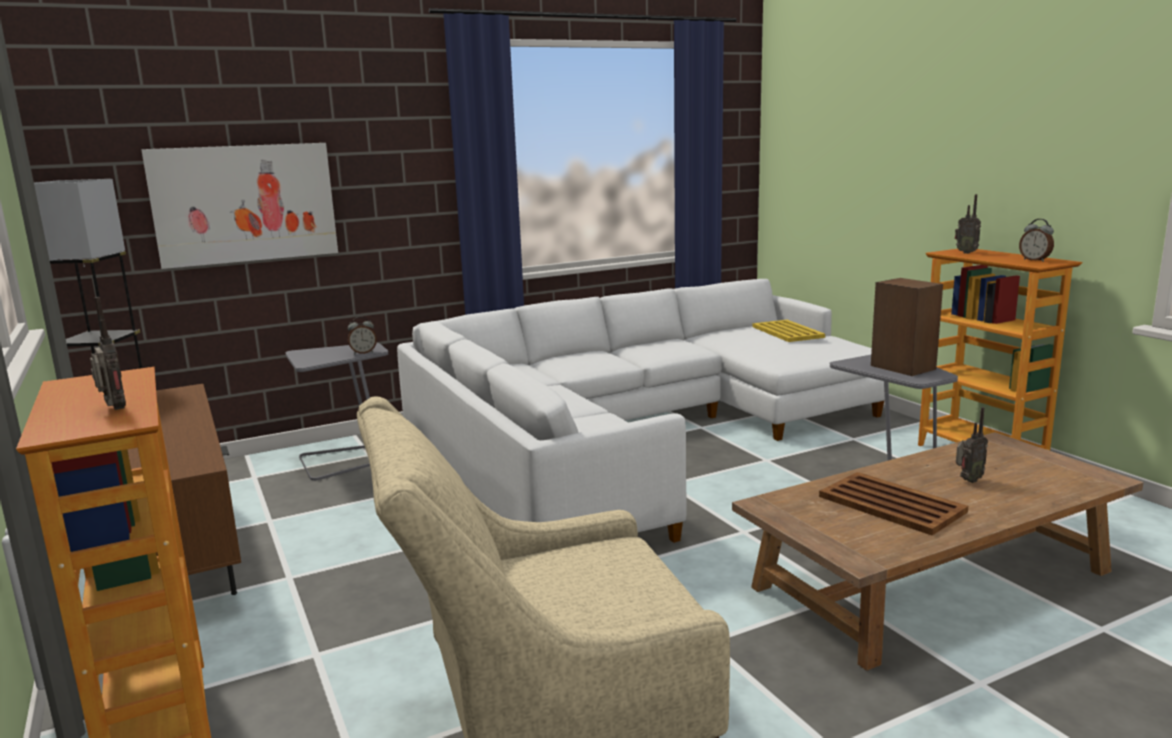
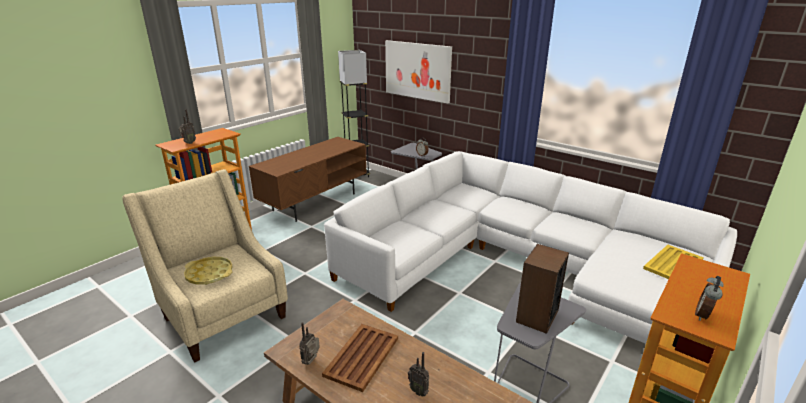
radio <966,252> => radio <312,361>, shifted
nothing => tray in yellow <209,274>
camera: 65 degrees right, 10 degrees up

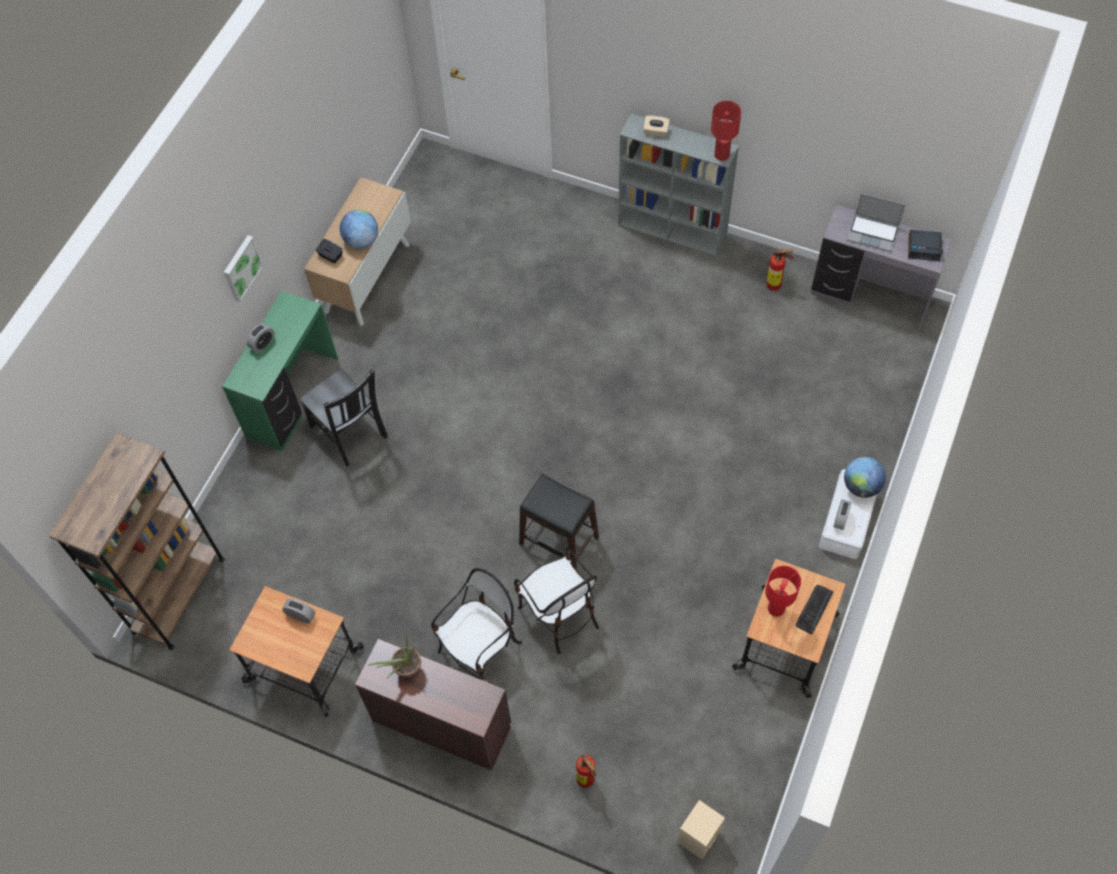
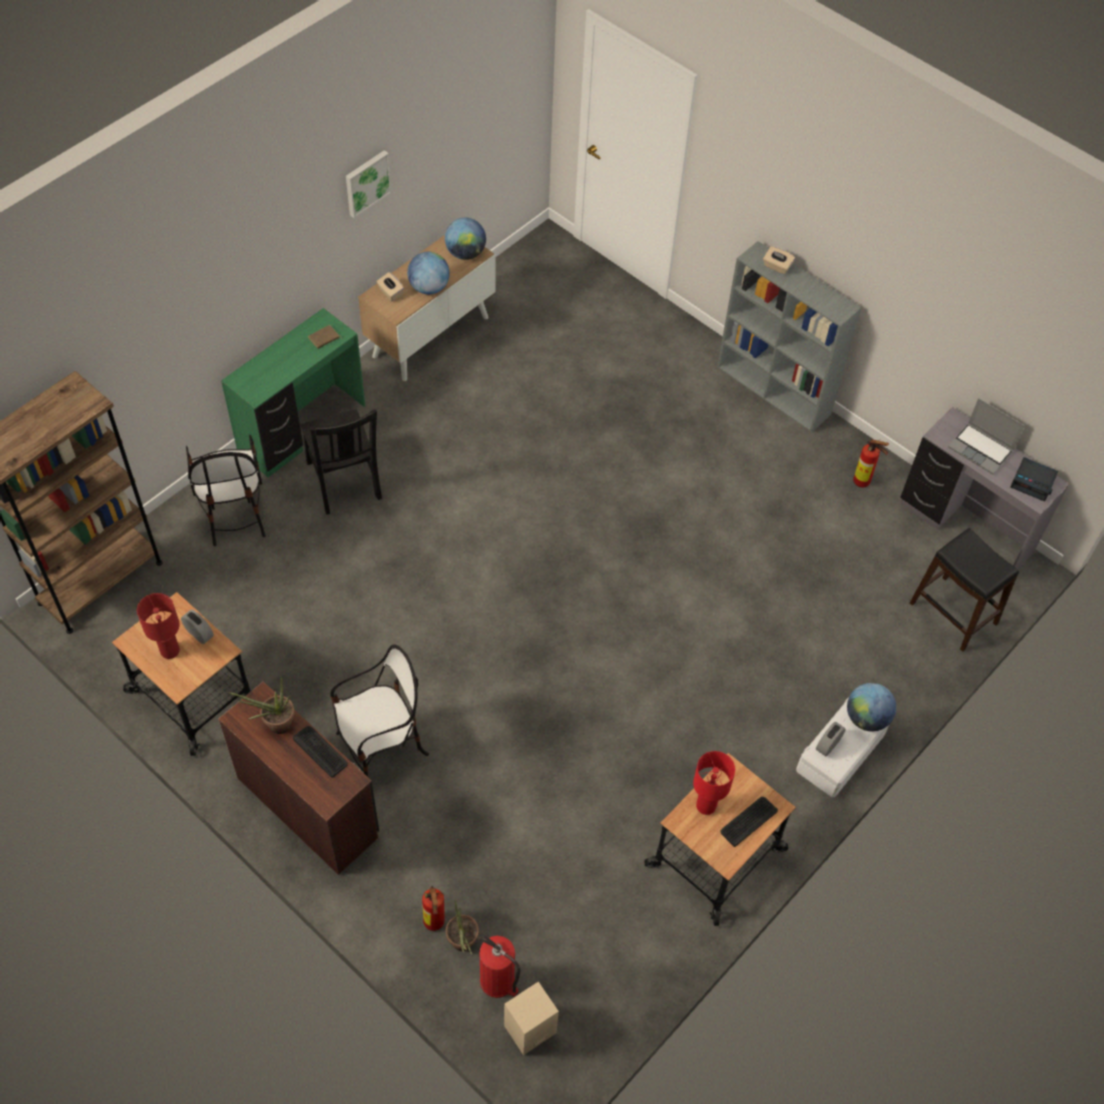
picture <241,268> => picture <366,182>, shifted
alarm clock <263,344> => nothing
tissue box in black <330,256> => tissue box in beige <390,293>
chair <559,615> => chair <234,513>, shifted
stool in black <559,541> => stool in black <953,614>, shifted
table lamp in red <721,155> => table lamp in red <170,650>, shifted
nothing => keyboard <320,751>
nothing => book in brown <324,338>
nothing => globe <465,253>
nothing => potted plant <463,945>
nothing => fire extinguisher <498,981>
camera: 15 degrees right, 5 degrees down

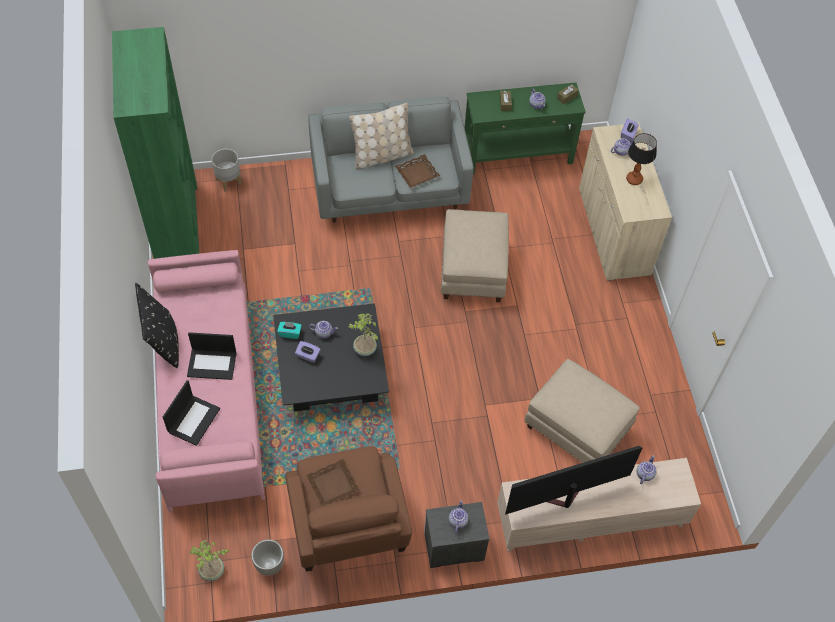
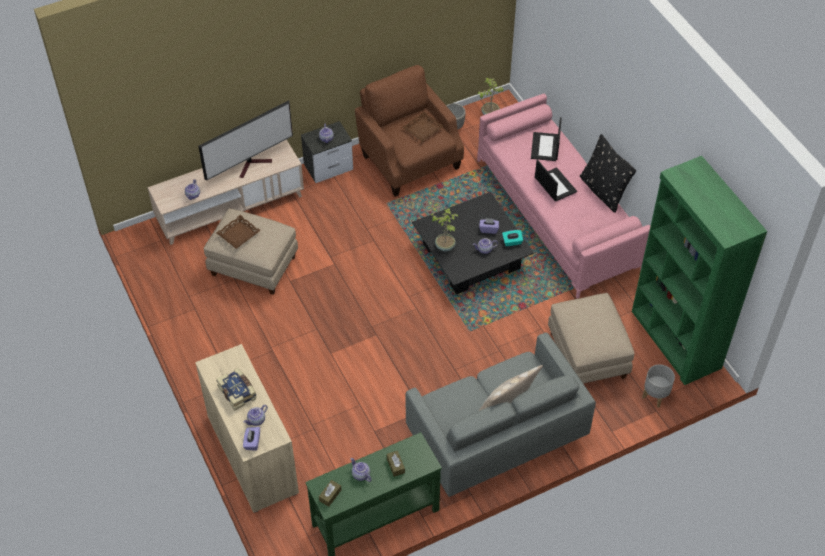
laptop <212,363> => laptop <554,185>, 75 degrees clockwise
tray in brown <417,174> => tray in brown <238,234>, shifted
ottoman in beige <472,270> => ottoman in beige <588,355>, shifted
table lamp <634,179> => book <238,392>
camera: 165 degrees right, 5 degrees down

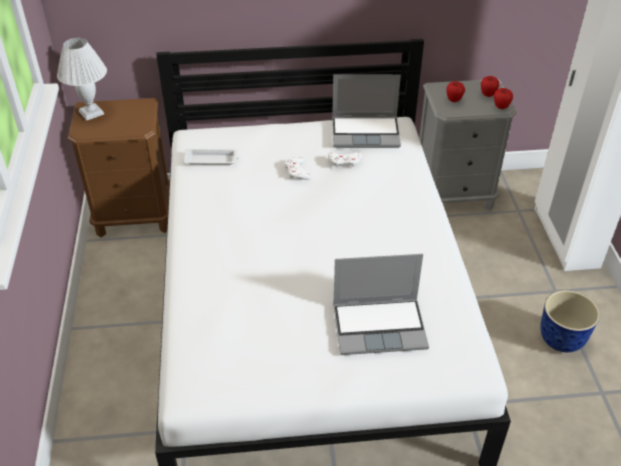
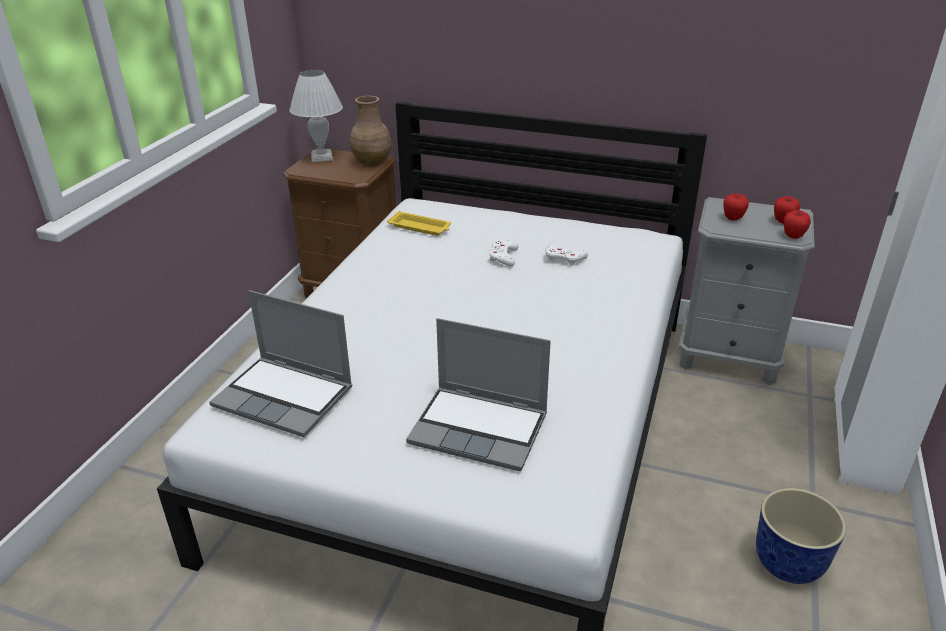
tray in white <212,160> => tray in yellow <420,227>
laptop <366,132> => laptop <286,397>, shifted
nothing => vase in brown <372,162>
camera: 25 degrees right, 10 degrees down

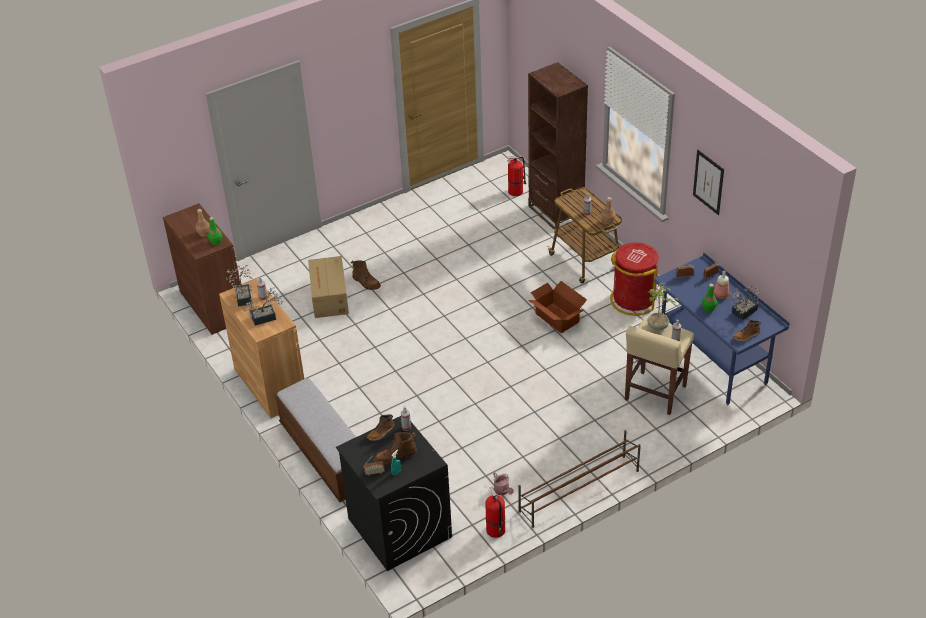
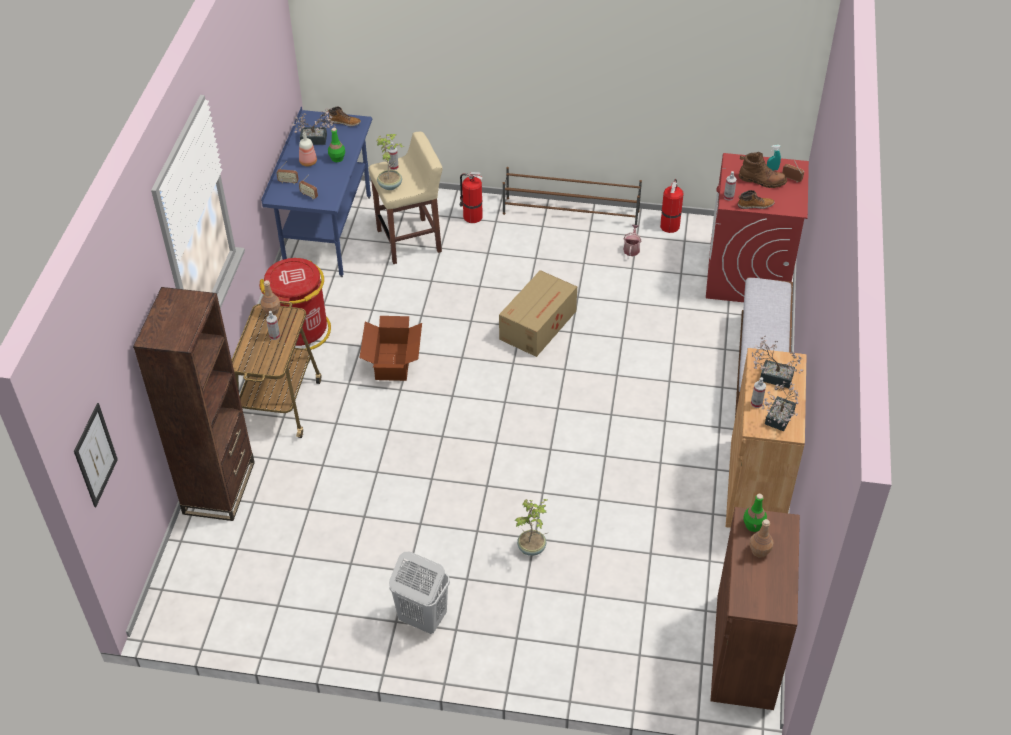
cardboard box <329,297> => cardboard box <539,324>, shifted
washing machine in black <399,527> => washing machine in red <747,274>
boot in brown <366,282> => potted plant <532,548>
fire extinguisher <516,191> => fire extinguisher <471,216>, shifted
picture <708,182> => picture <95,455>, shifted
nothing => laundry basket in white <422,618>
camera: 140 degrees left, 5 degrees up

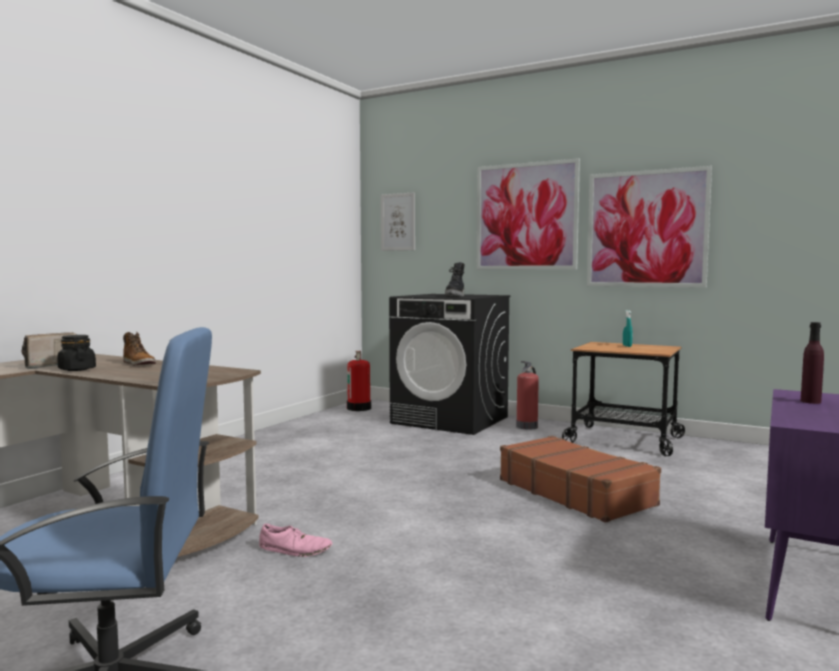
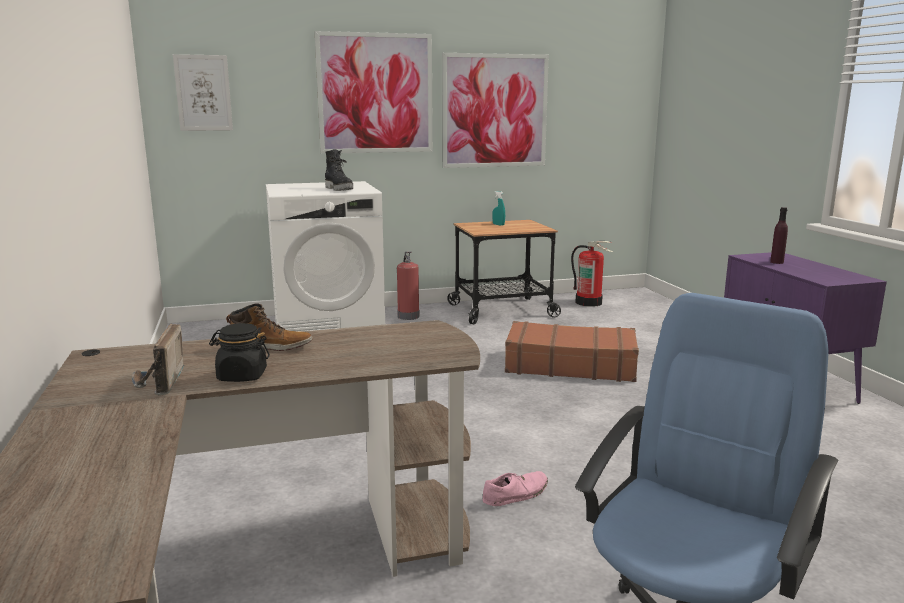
fire extinguisher <359,408> => fire extinguisher <589,302>, shifted
washing machine in black <451,420> => washing machine in white <328,327>
camera: 45 degrees left, 10 degrees up

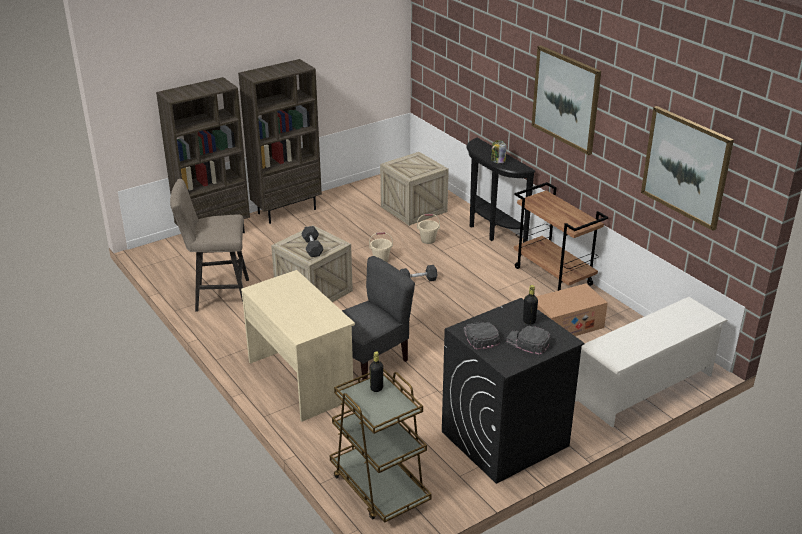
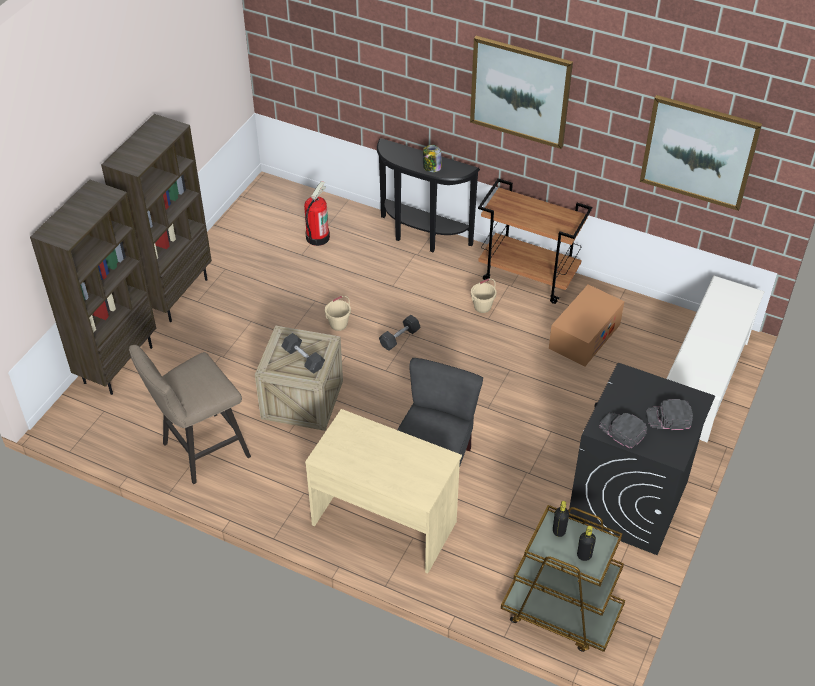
crate <413,209> => fire extinguisher <317,237>
bucket in beige <428,240> => bucket in beige <482,306>, shifted
bottle in black <529,321> => bottle in black <584,555>, shifted
camera: 30 degrees left, 15 degrees up

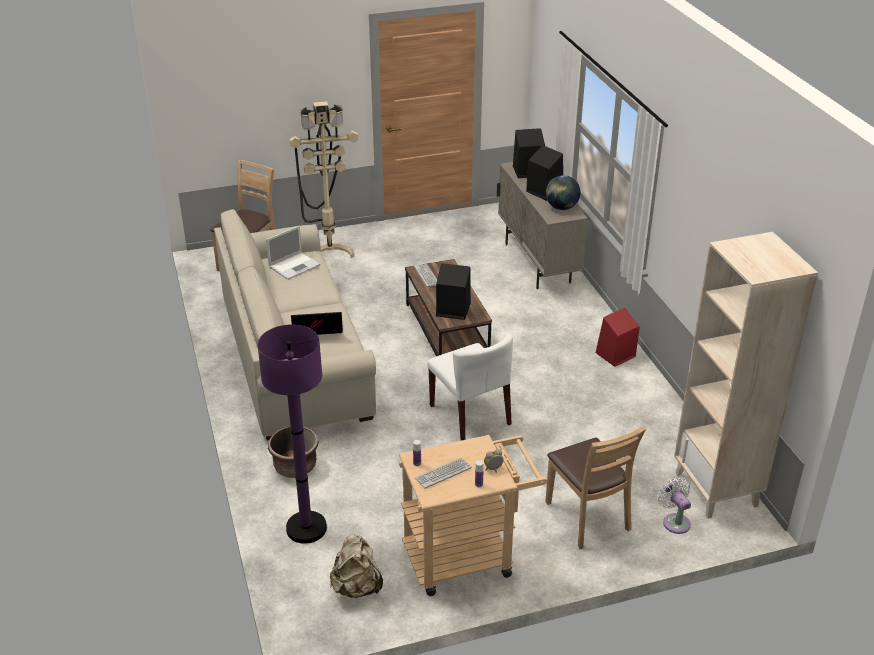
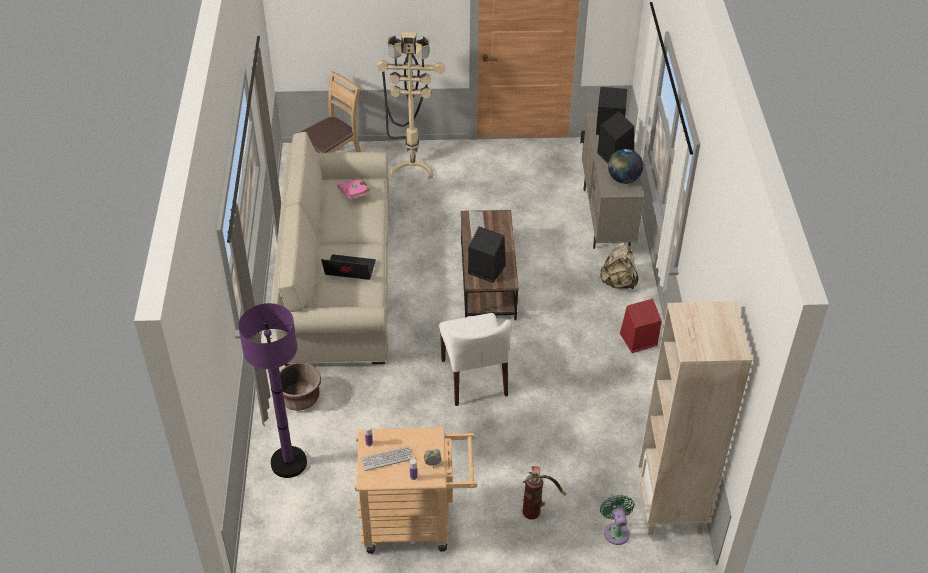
laptop <295,265> => book in pink <355,194>
backpack in beige <356,587> => backpack in beige <618,282>, shifted
chair in brown <587,517> => fire extinguisher <537,508>
fan in white <674,521> => fan in green <616,531>
camera: 15 degrees right, 10 degrees up

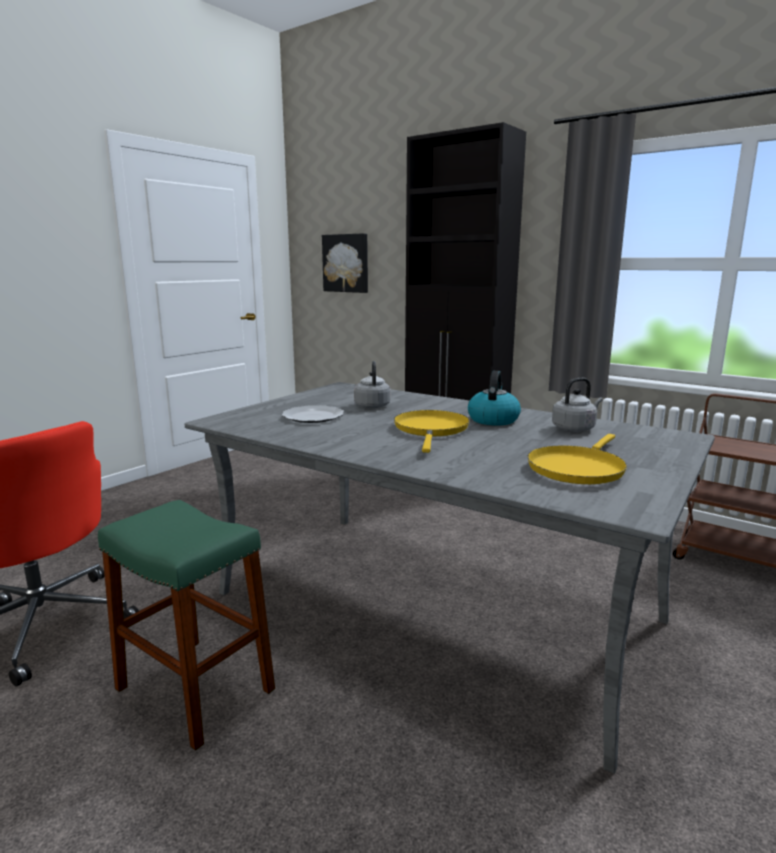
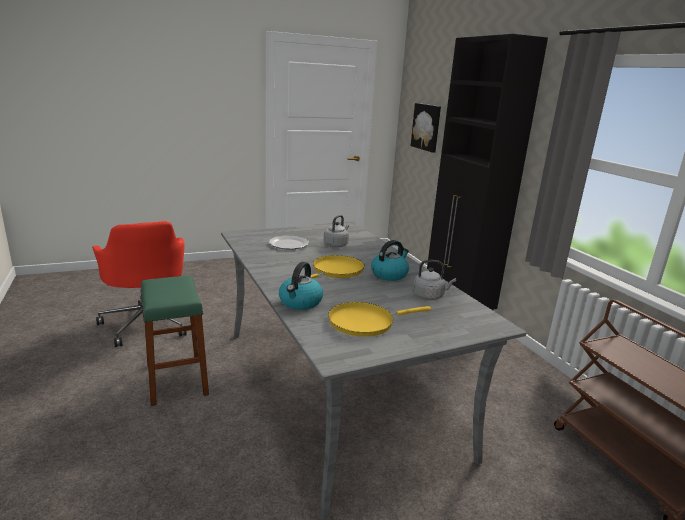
nothing => kettle <300,302>
camera: 30 degrees right, 5 degrees up

